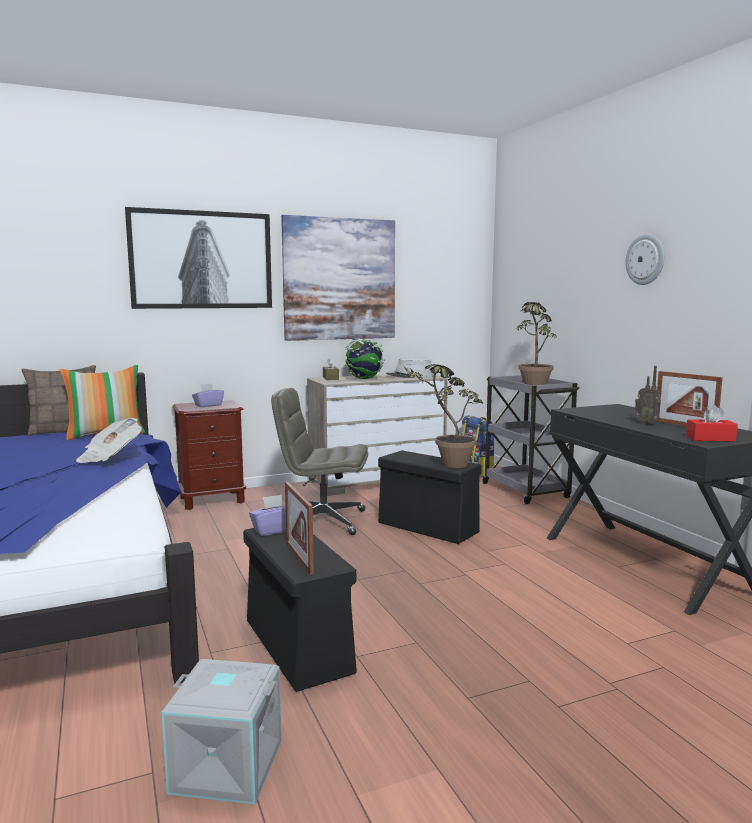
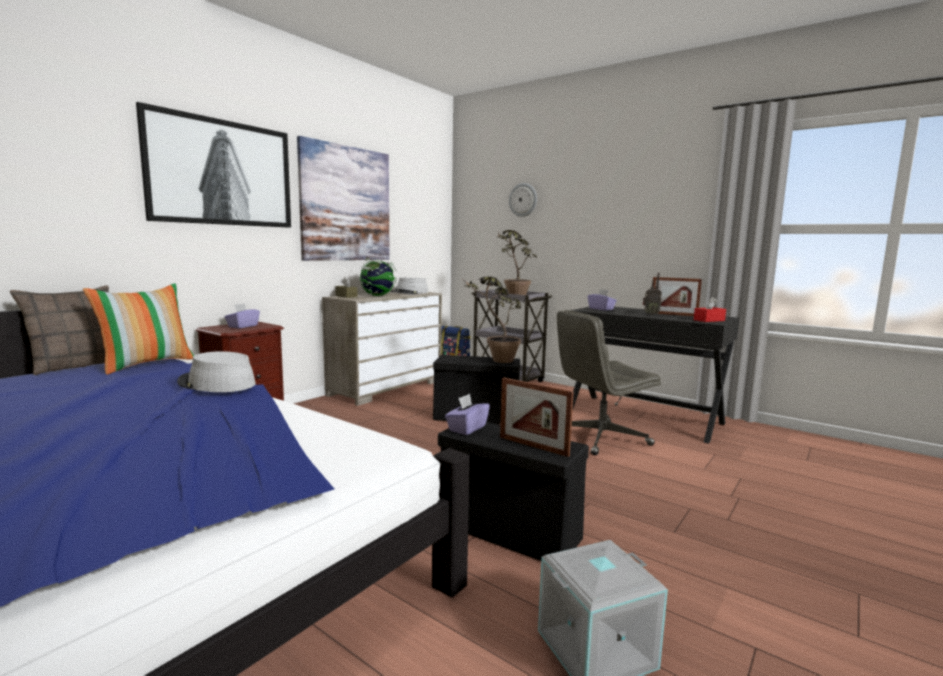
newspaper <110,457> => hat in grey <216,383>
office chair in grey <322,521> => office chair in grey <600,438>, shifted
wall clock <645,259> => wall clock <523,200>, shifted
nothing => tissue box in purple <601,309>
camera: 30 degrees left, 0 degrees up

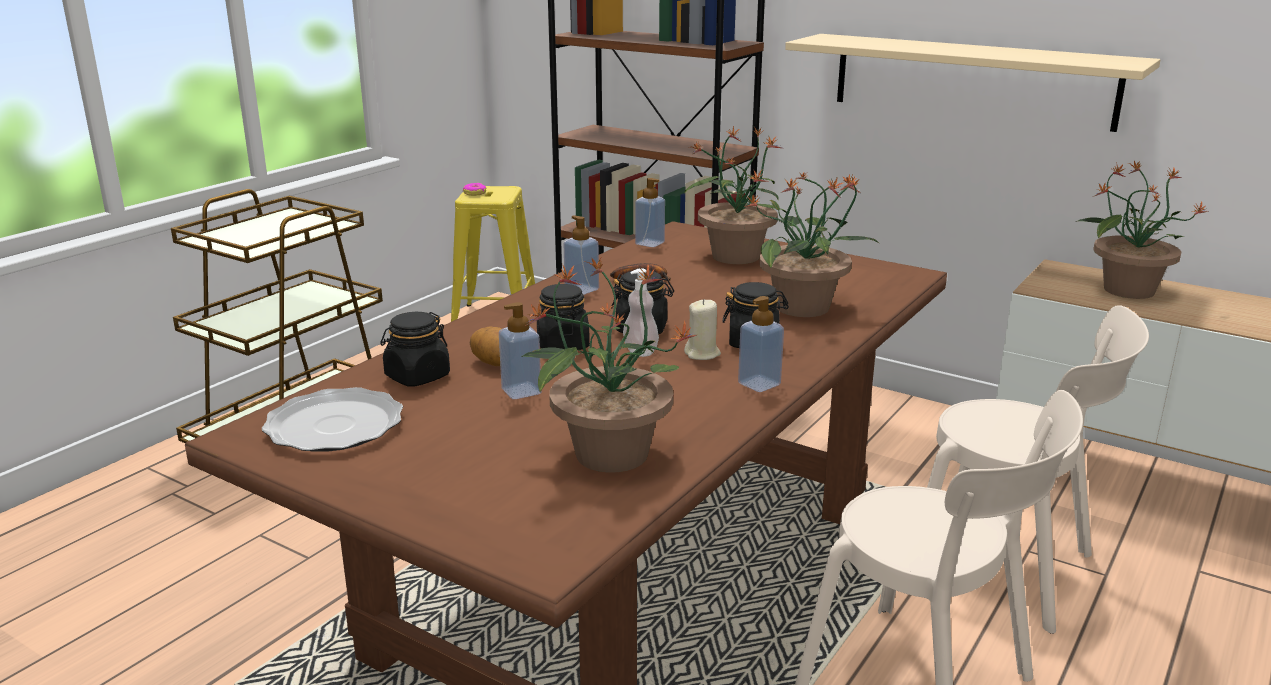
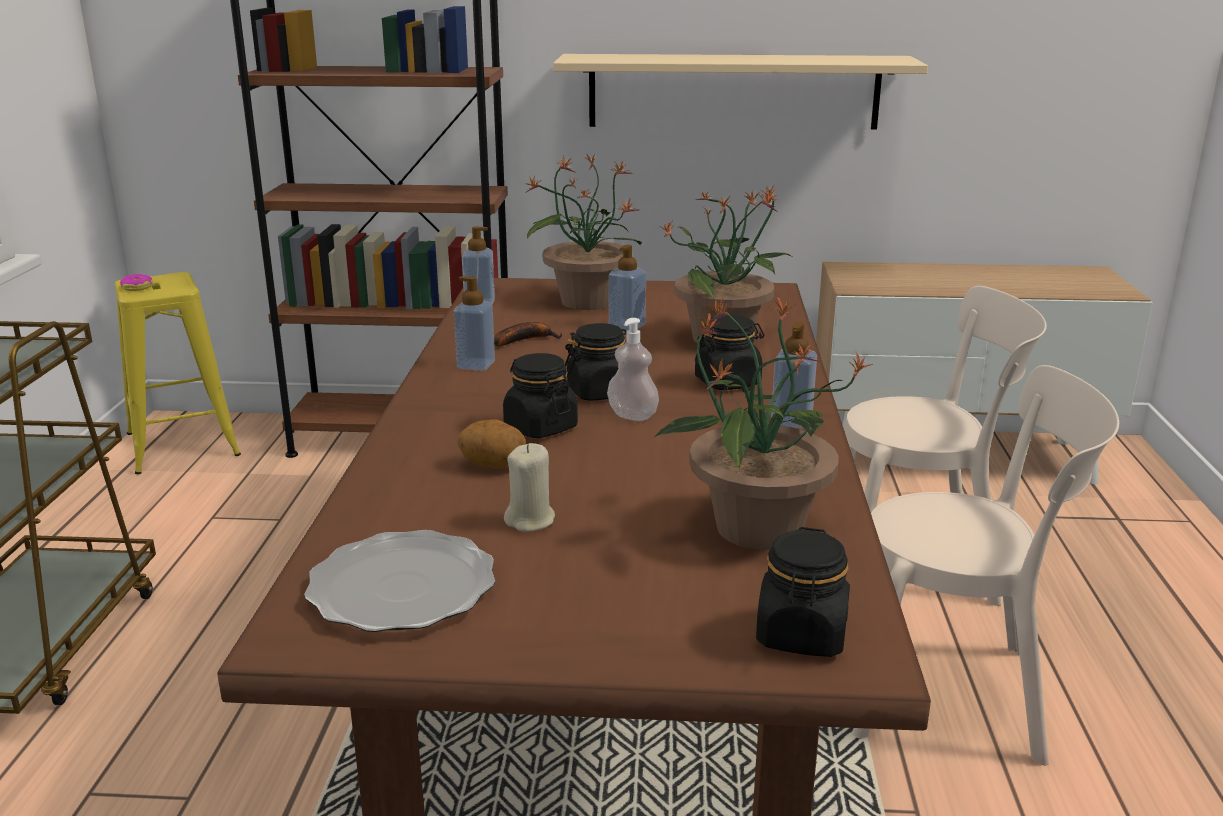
jar in black <417,377> => jar in black <801,635>, shifted
soap dispenser <521,391> => soap dispenser <627,326>, shifted
candle in beige <702,354> => candle in beige <530,520>, shifted
potted plant <1126,290> => nothing
camera: 30 degrees left, 0 degrees up

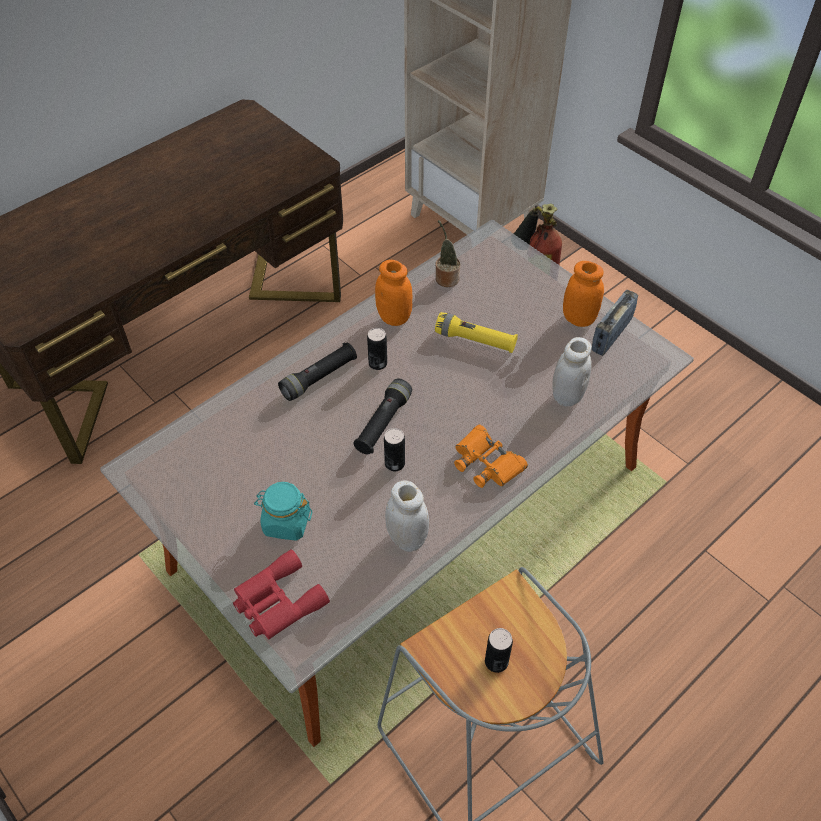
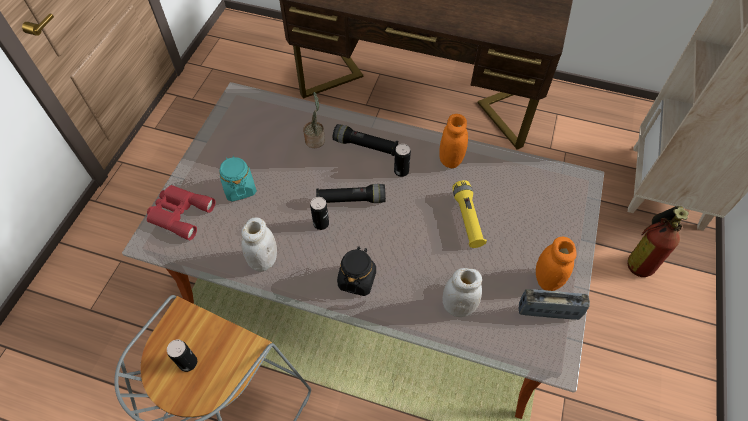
potted plant <446,277> => potted plant <315,139>, shifted
binoculars in orange <487,462> => jar in black <357,279>
camera: 60 degrees right, 5 degrees up

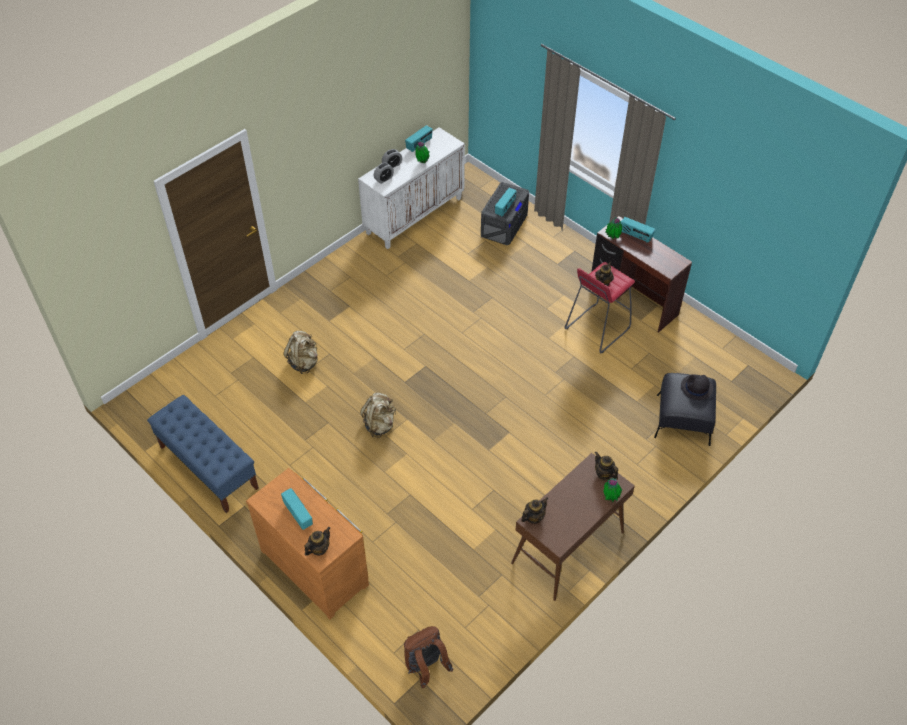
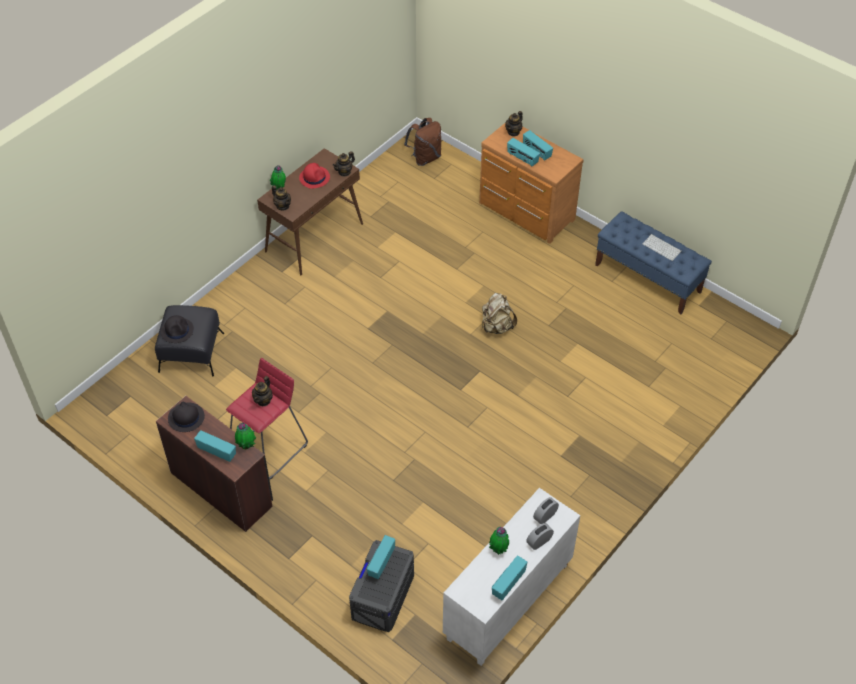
backpack in beige <304,362> => nothing
nothing => hat in black <186,418>
nothing => hat in red <314,177>
nothing => radio <522,159>
nothing => keyboard <662,247>
camera: 175 degrees right, 0 degrees up

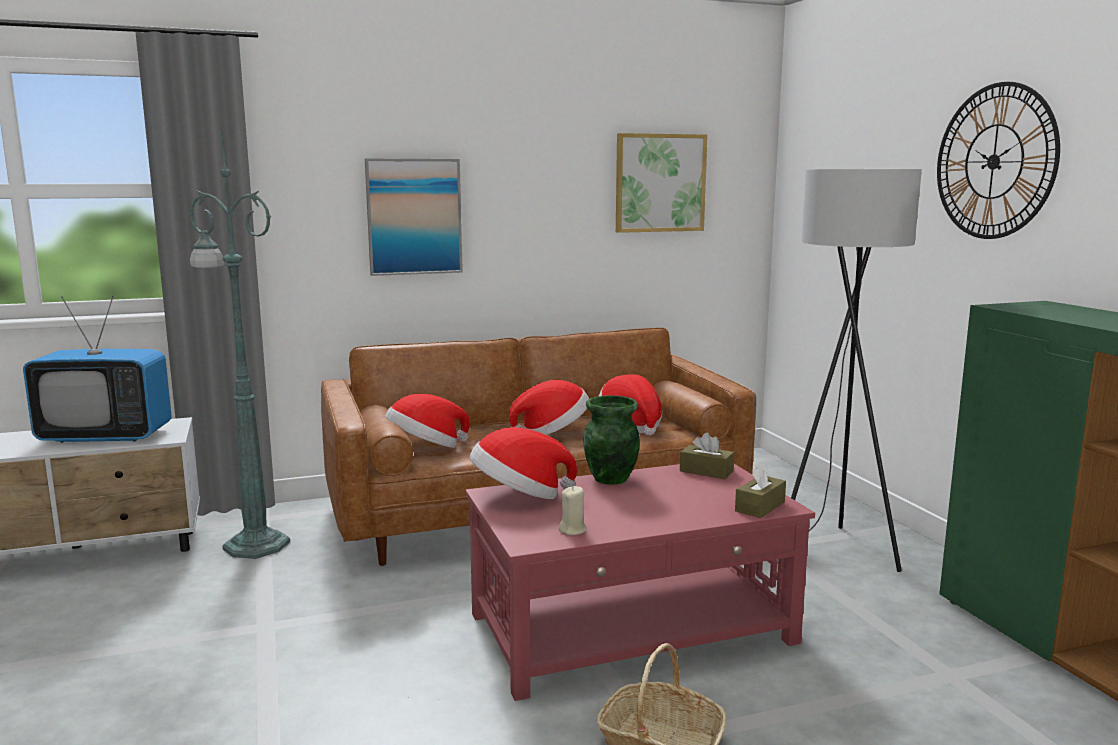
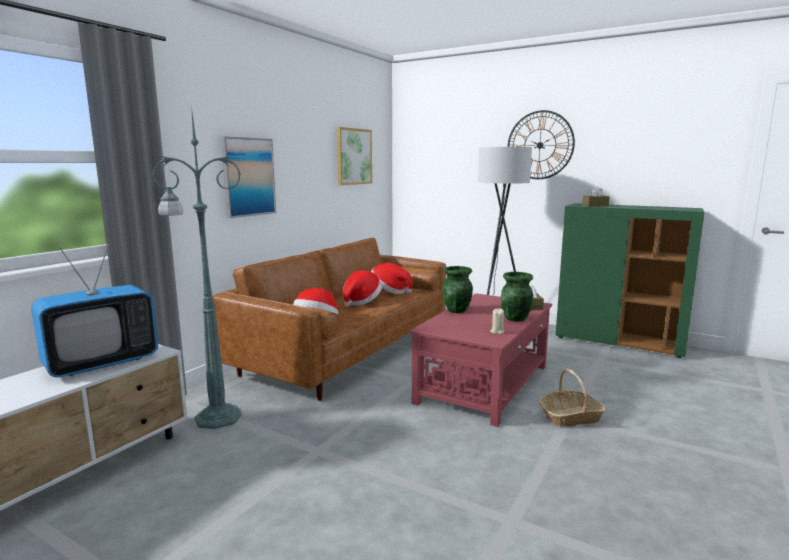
hat <520,496> => nothing
tissue box in brown <706,471> => tissue box in brown <595,205>, shifted
nothing => vase in green <515,319>
camera: 40 degrees left, 0 degrees up

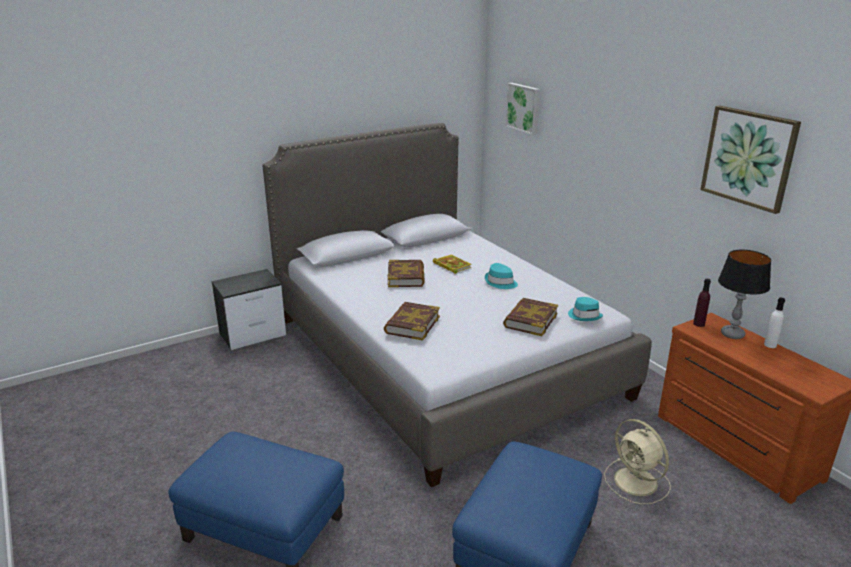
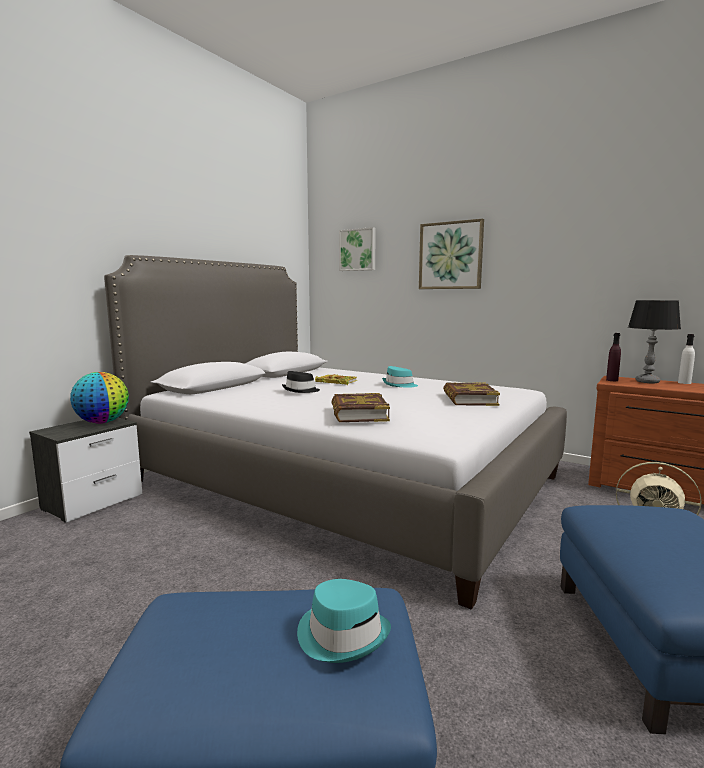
book <406,277> => hat in black <301,390>
hat in turquoise <584,315> => hat in turquoise <342,634>, shifted
picture <749,157> => picture <450,255>, shifted
nothing => globe <102,422>
camera: 25 degrees left, 15 degrees down

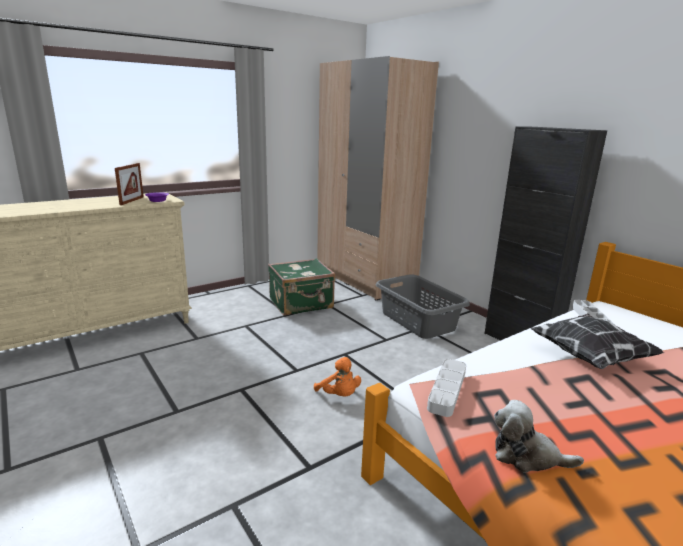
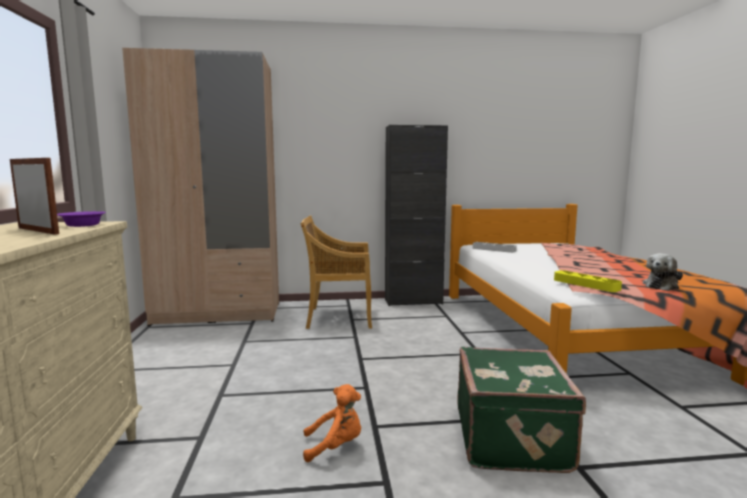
suitcase in green <301,304> => suitcase in green <513,438>, shifted
plush toy in orange <339,395> => plush toy in orange <335,446>, shifted
laundry basket in grey <418,321> => chair in beige <338,318>
tray in grey <447,390> => tray in yellow <586,284>
pillow <589,357> => nothing
camera: 60 degrees left, 10 degrees down

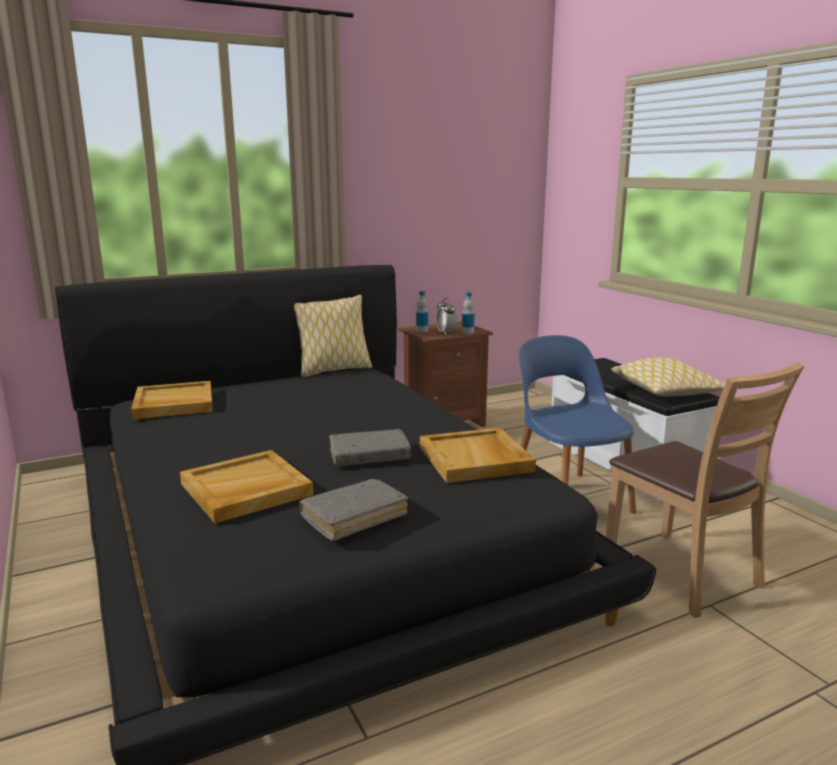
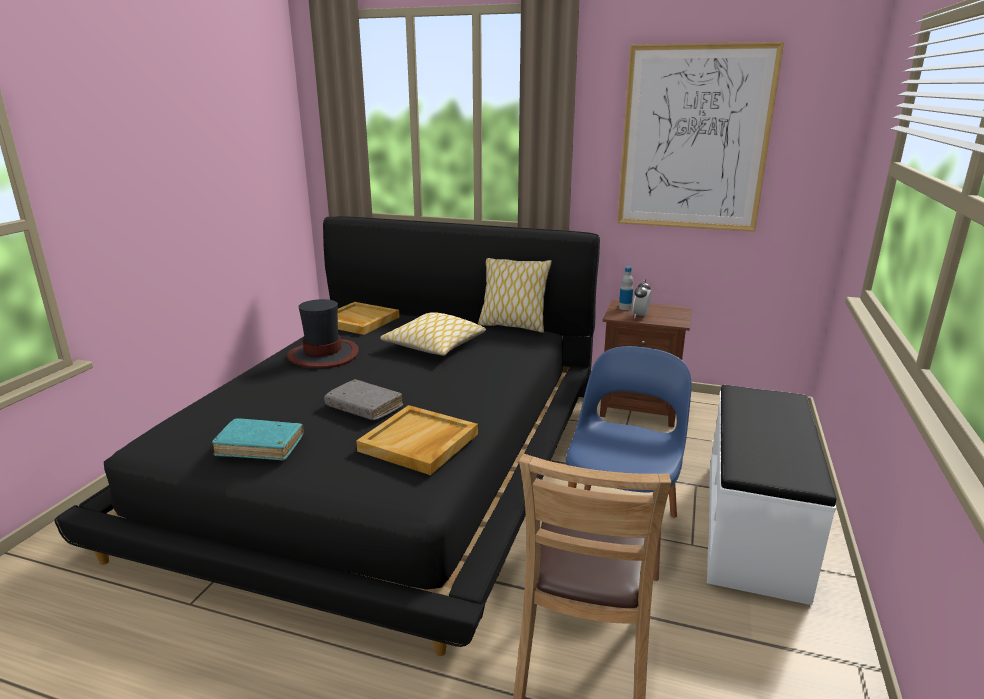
tray in beige <245,490> => nothing
book in grey <354,517> => book in turquoise <260,446>
bottle <468,332> => nothing
pillow <667,391> => pillow <434,346>, shifted
nothing => hat <323,355>
nothing => picture <694,139>
camera: 45 degrees right, 5 degrees up

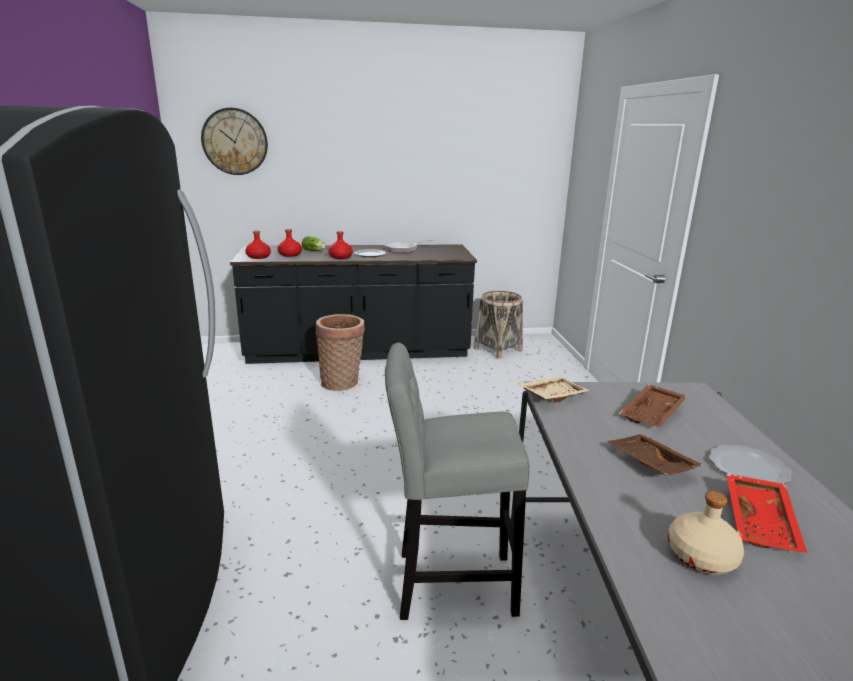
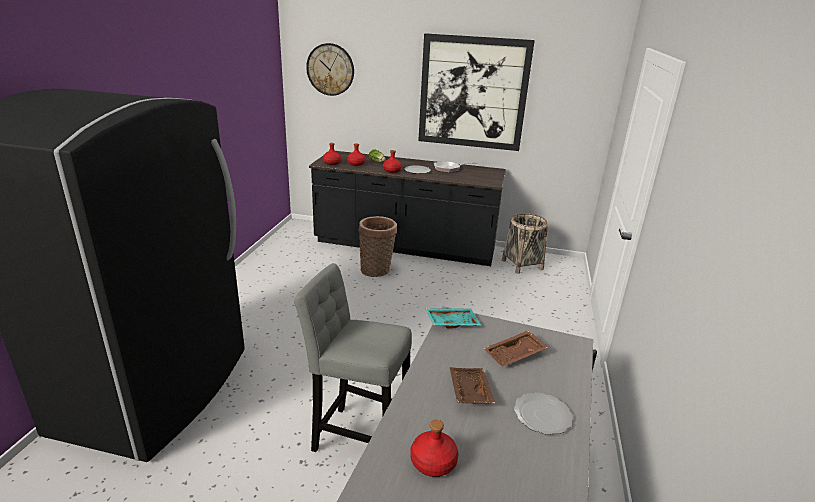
tray in beige <552,395> => tray in turquoise <451,322>
bottle in beige <701,557> => bottle in red <432,462>
tray in red <762,522> => nothing
nothing => picture <473,93>
camera: 20 degrees right, 5 degrees up

